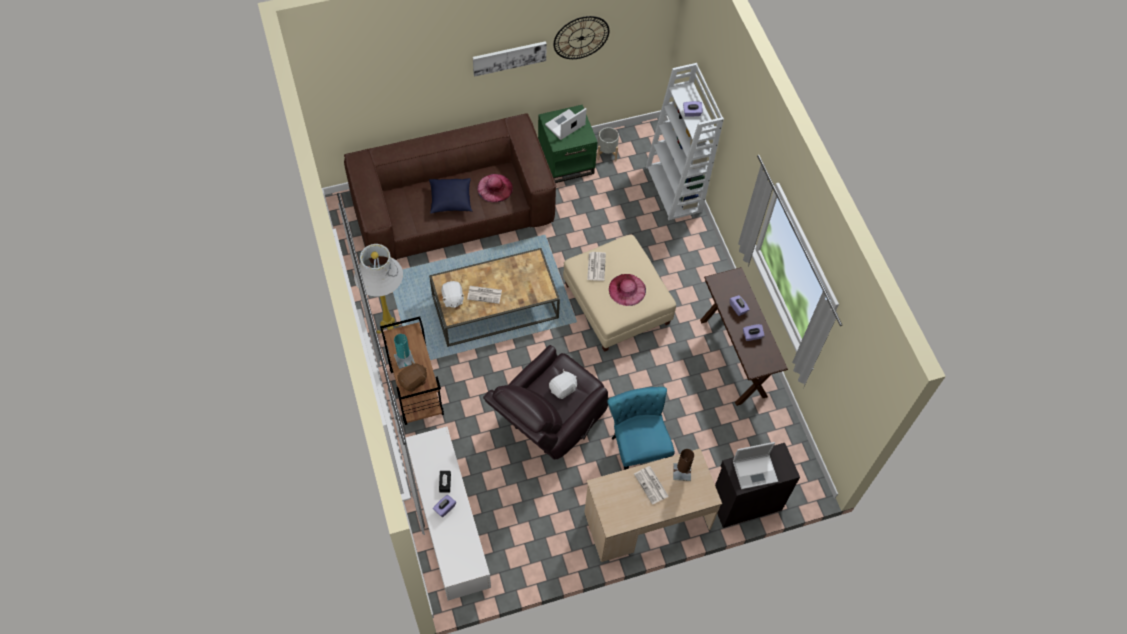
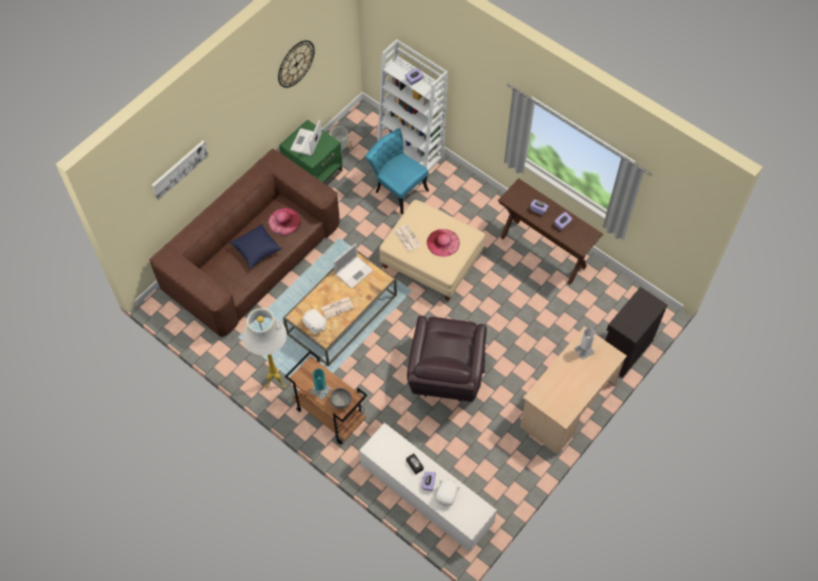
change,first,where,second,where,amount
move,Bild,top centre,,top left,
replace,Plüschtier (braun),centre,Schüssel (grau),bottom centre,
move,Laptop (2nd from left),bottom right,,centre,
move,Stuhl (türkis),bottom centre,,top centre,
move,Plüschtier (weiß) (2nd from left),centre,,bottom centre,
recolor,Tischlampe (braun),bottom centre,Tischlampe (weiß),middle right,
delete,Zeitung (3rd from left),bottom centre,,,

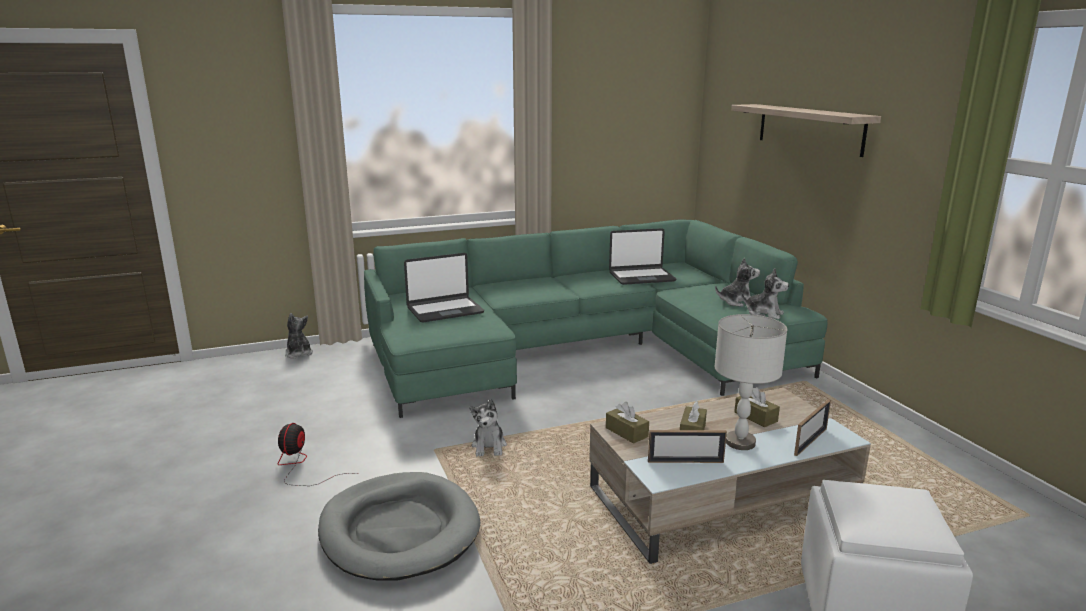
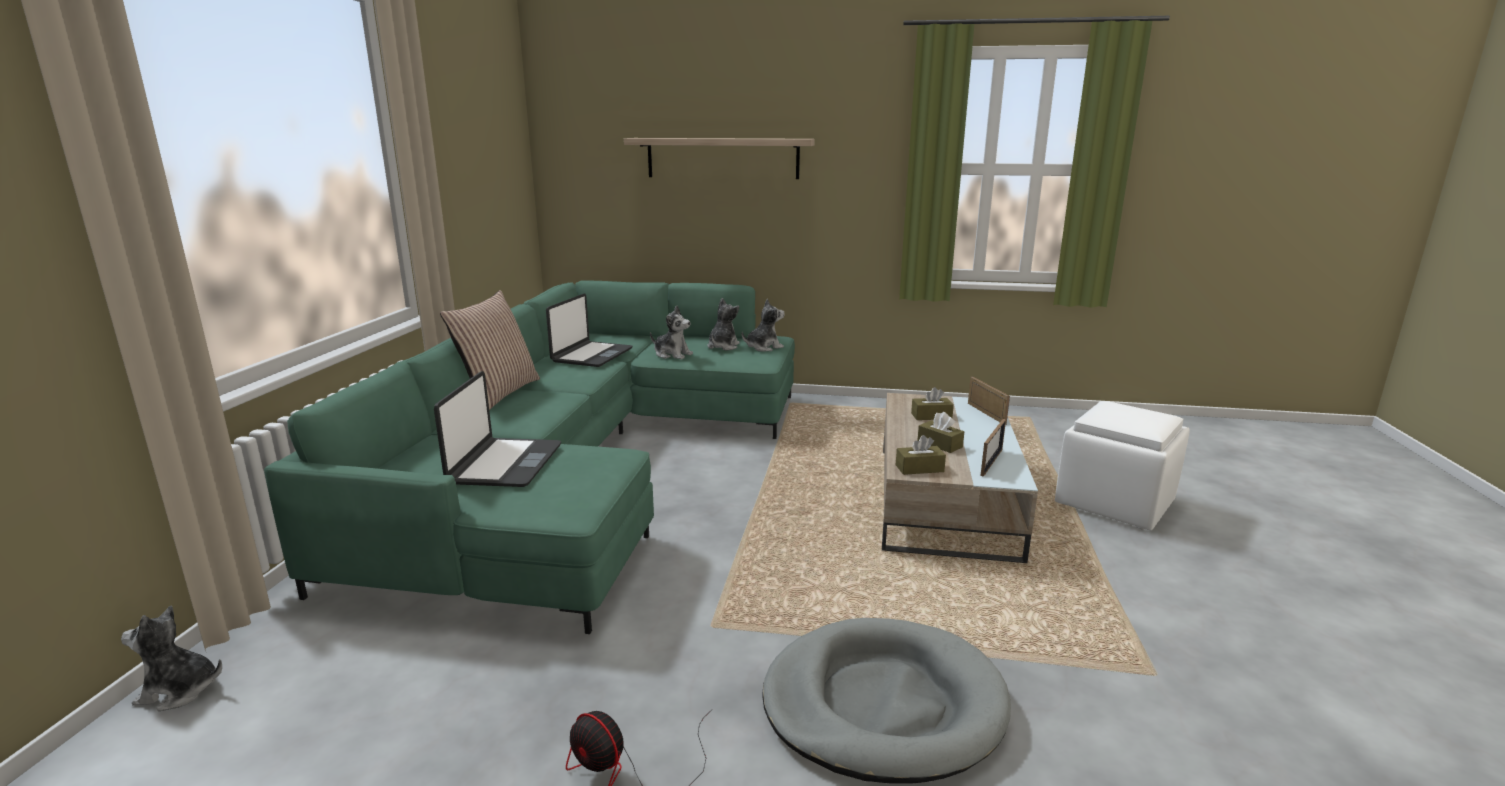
change,first,where,second,where,amount
insert,,,Kissen,middle left,
move,Plüschtier (2nd from left),bottom centre,,centre,
delete,Tischlampe (grau),middle right,,,

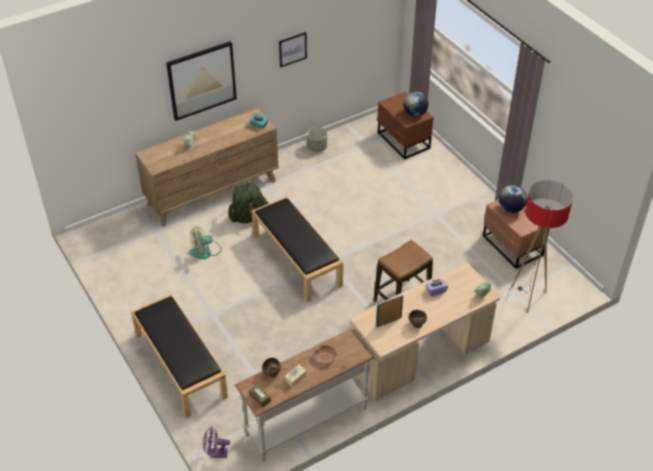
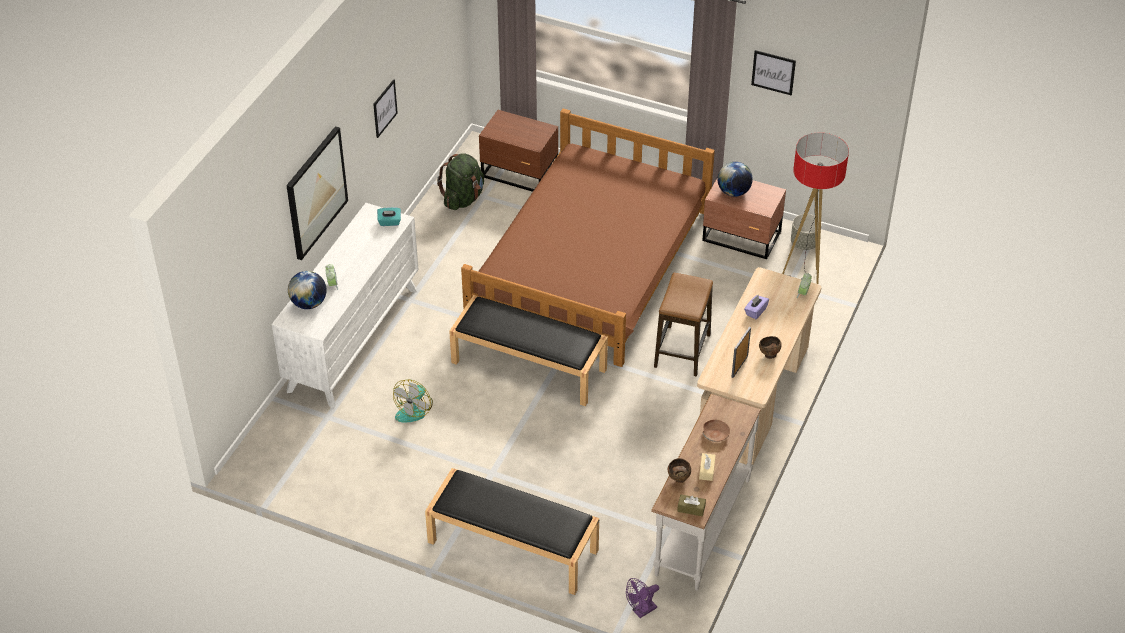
change,first,where,second,where,amount
recolor,Kommode (braun),middle left,Kommode (weiß),middle left,
move,Globus (1st from left),top centre,,middle left,
move,Rucksack (grün),centre,,top centre,
insert,,,Bett (braun),centre,
insert,,,Bild (3rd from left),top right,
move,Pflanzkübel (grau),top centre,,middle right,

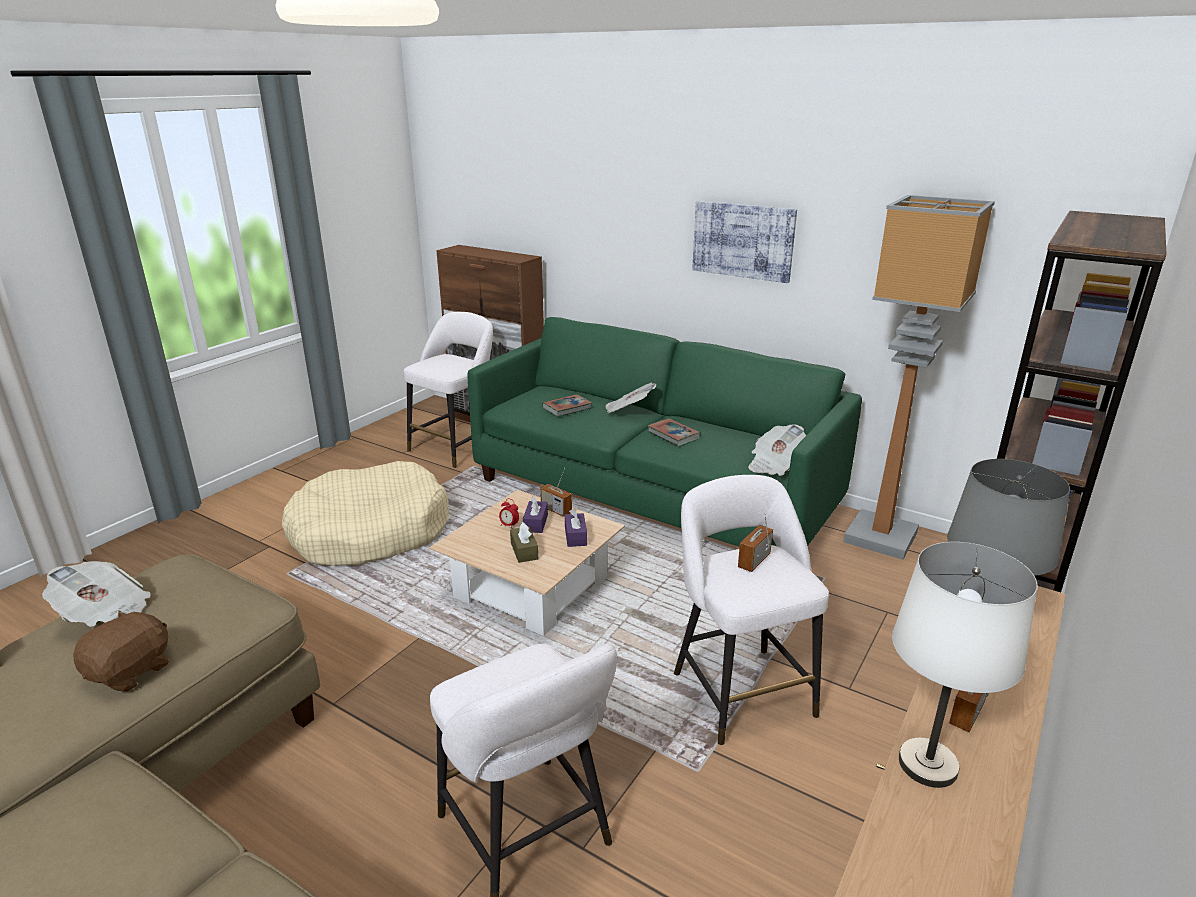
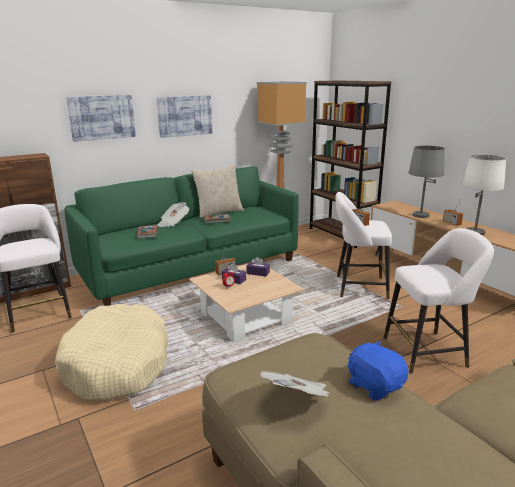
change,first,where,second,where,amount
insert,,,Bild (1st from left),top left,
insert,,,Kissen (beige),centre,
recolor,Plüschtier (braun),bottom left,Plüschtier (blau),bottom right,
delete,Taschentuchbox (braun),centre,,,
delete,Zeitung (3rd from left),centre,,,

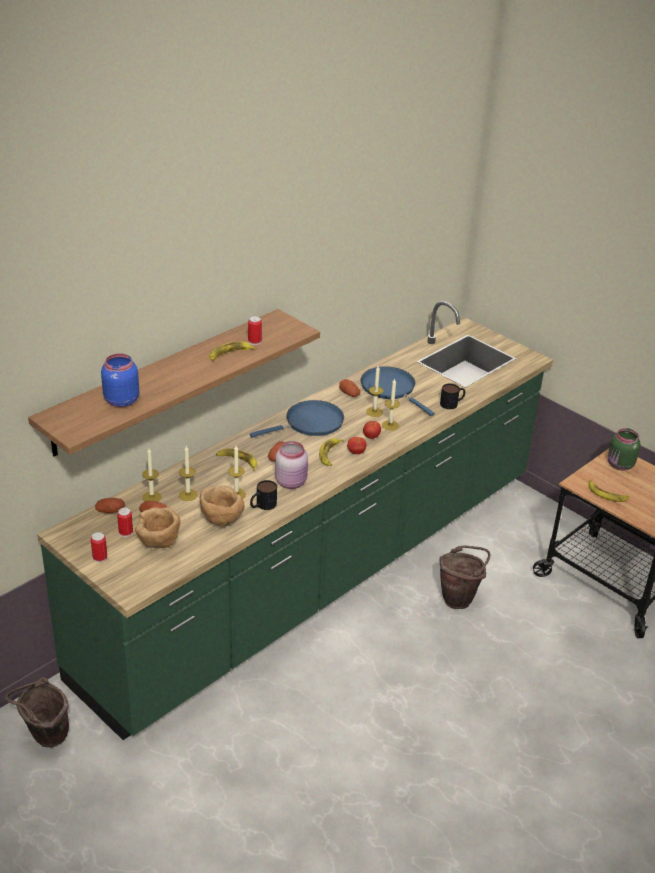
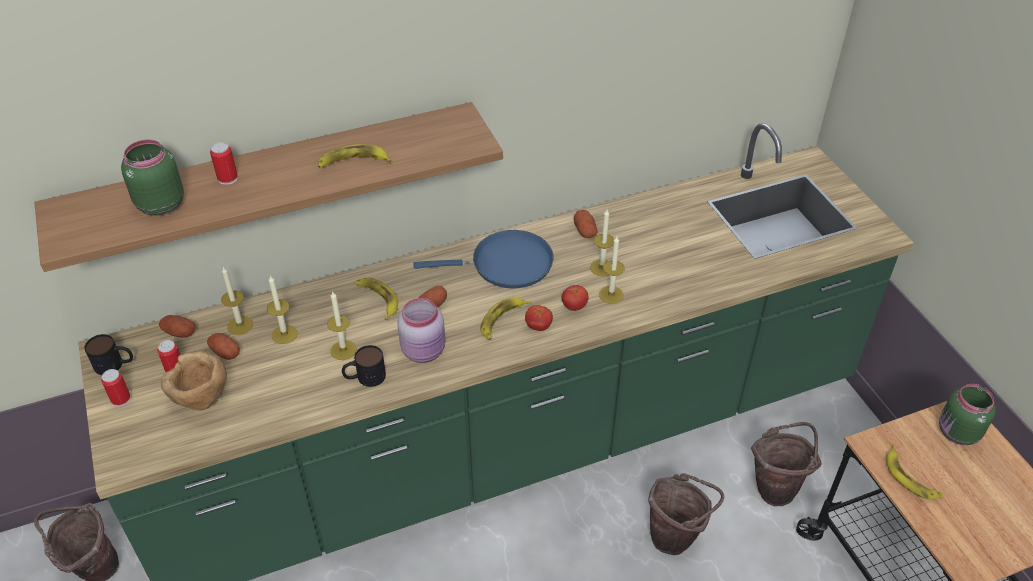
change,first,where,second,where,amount
move,Henkelbecher (2nd from left in the first image),middle right,Henkelbecher (1st from left),middle left,
recolor,Vorratsglas (blau),middle left,Vorratsglas (grün) (1st from left),top left,
move,Dose (3rd from left),centre,,top left,
insert,,,Eimer (braun) (3rd from left),bottom right,
delete,Schüssel (braun) (2nd from left),centre,,,
delete,Pfanne (blau) (2nd from left),centre,,,

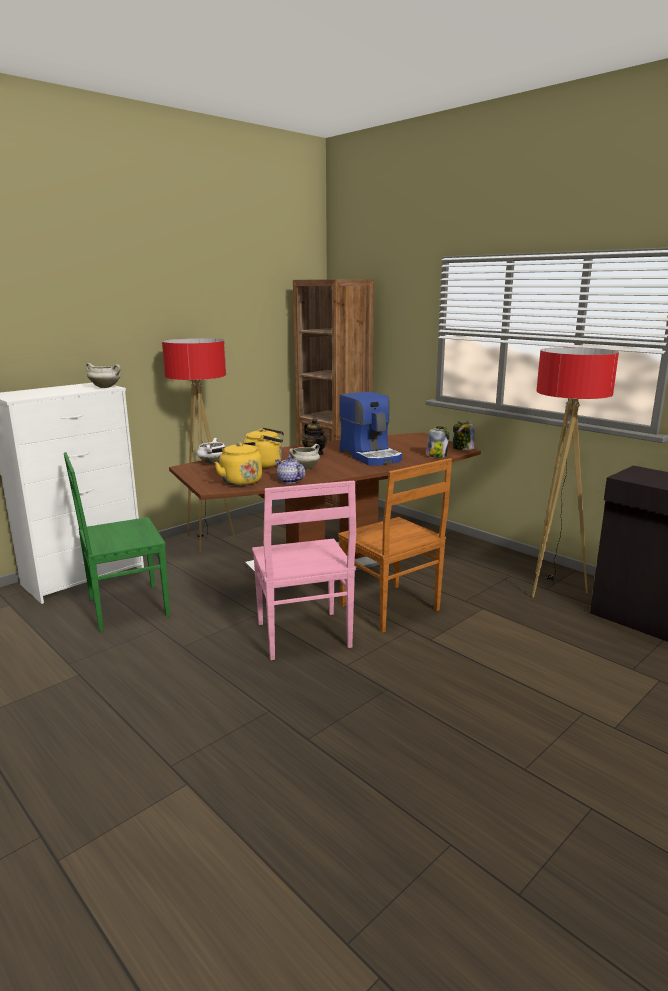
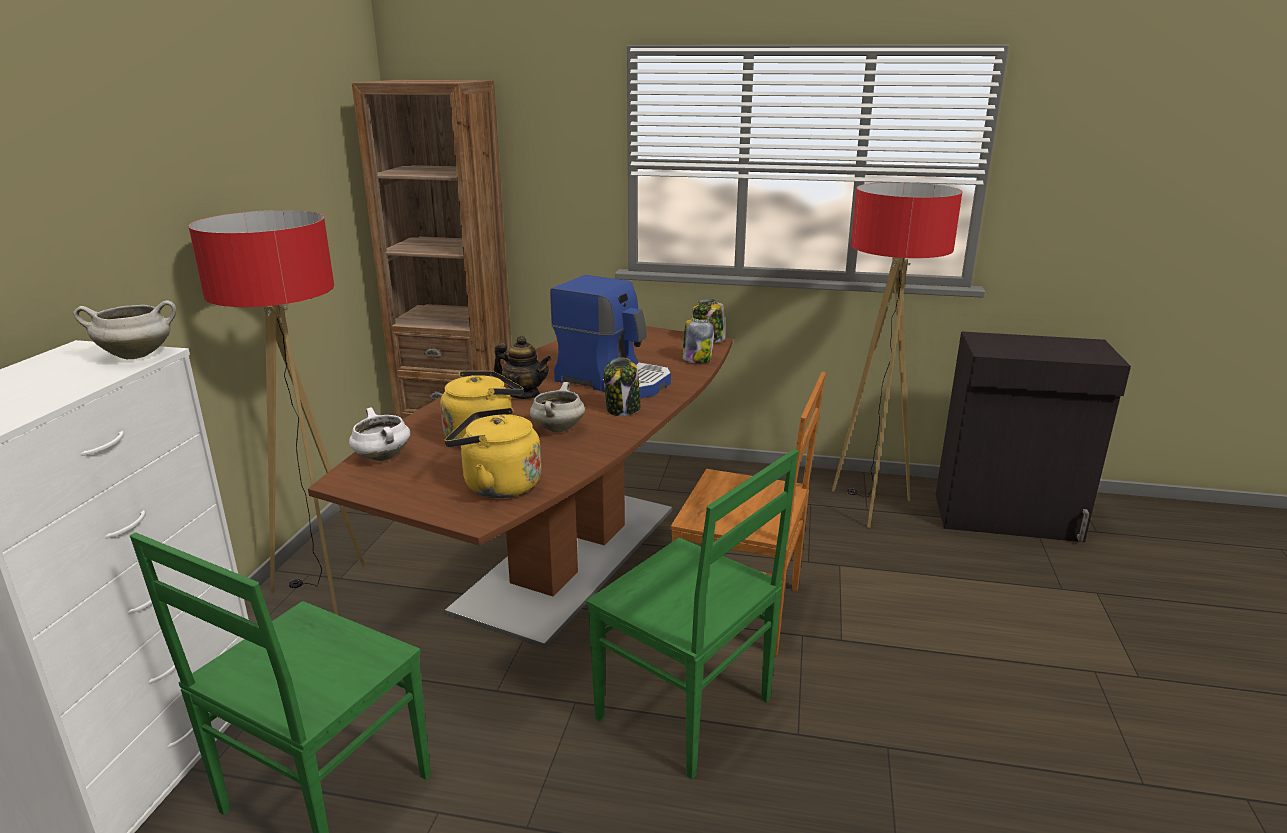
change,first,where,second,where,amount
recolor,Stuhl (rosa),centre,Stuhl (grün) (2nd from left),bottom centre,
insert,,,Vorratsglas (1st from left),centre,
delete,Teekanne (1st from left),centre,,,

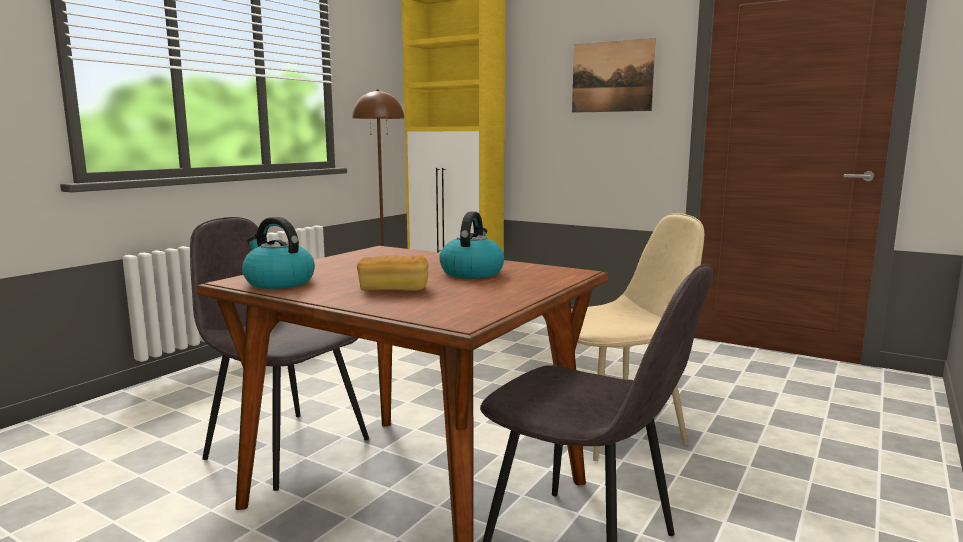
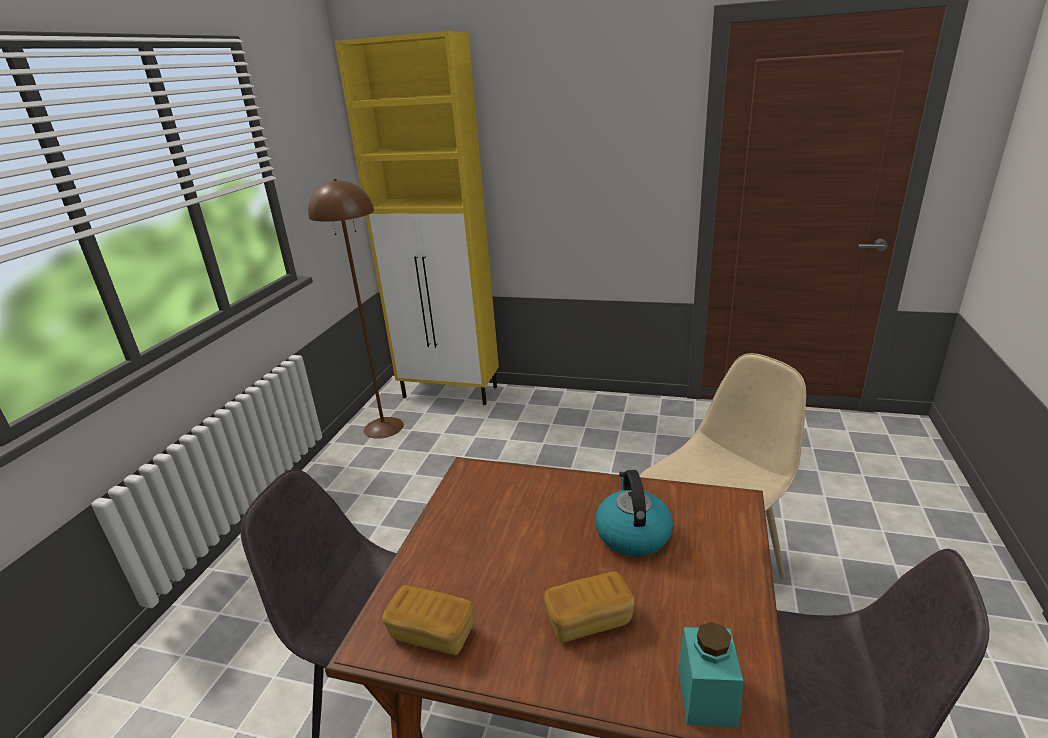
change,first,where,second,where,amount
replace,Wasserkessel (1st from left),middle left,Brot (1st from left),bottom centre,
insert,,,Vorratsglas (türkis),bottom right,
delete,Bild,top centre,,,

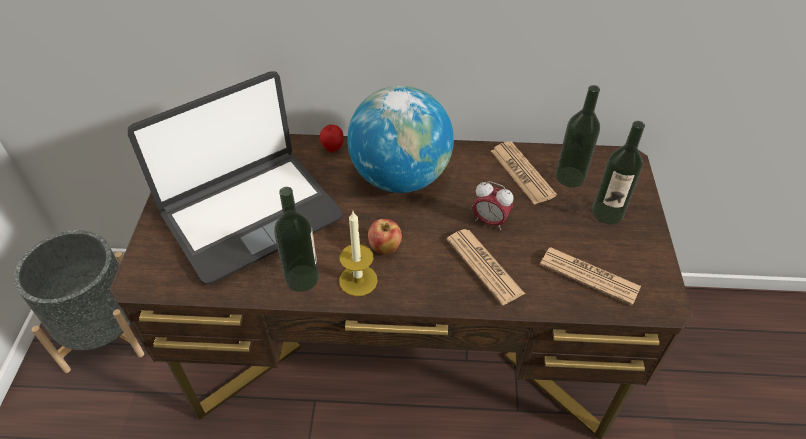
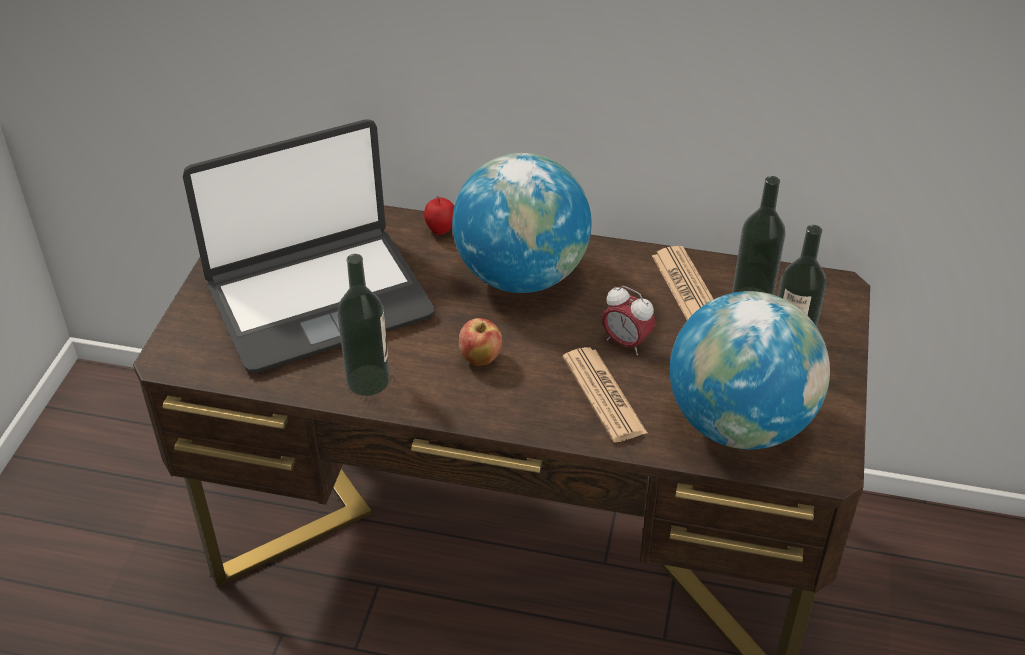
change,first,where,second,where,amount
replace,Zeitung (3rd from left),middle right,Globus (2nd from left),middle right,
delete,Pflanzkübel (grau),bottom left,,,
delete,Kerze,centre,,,

